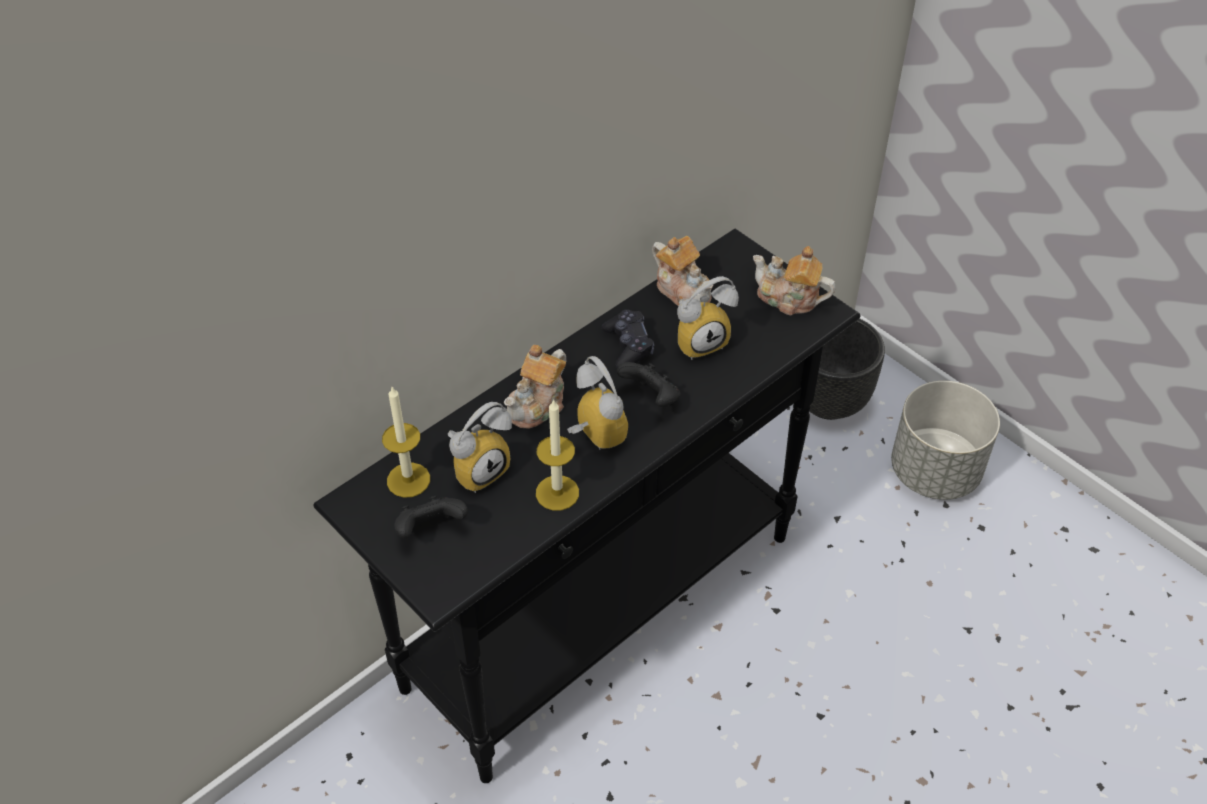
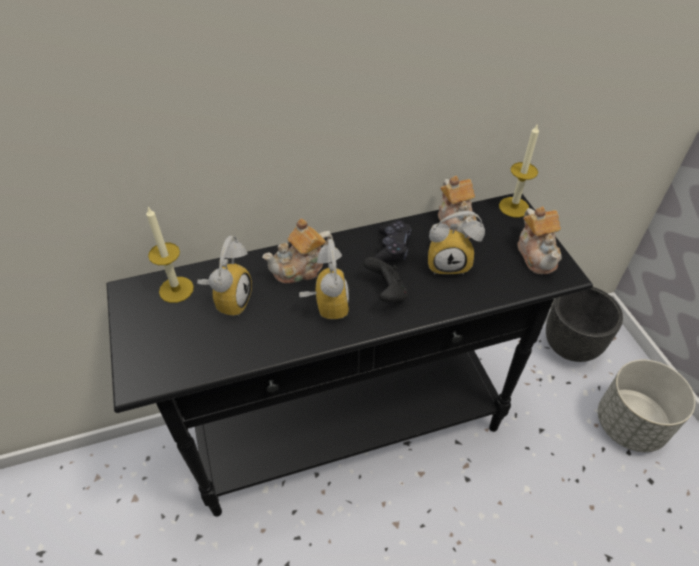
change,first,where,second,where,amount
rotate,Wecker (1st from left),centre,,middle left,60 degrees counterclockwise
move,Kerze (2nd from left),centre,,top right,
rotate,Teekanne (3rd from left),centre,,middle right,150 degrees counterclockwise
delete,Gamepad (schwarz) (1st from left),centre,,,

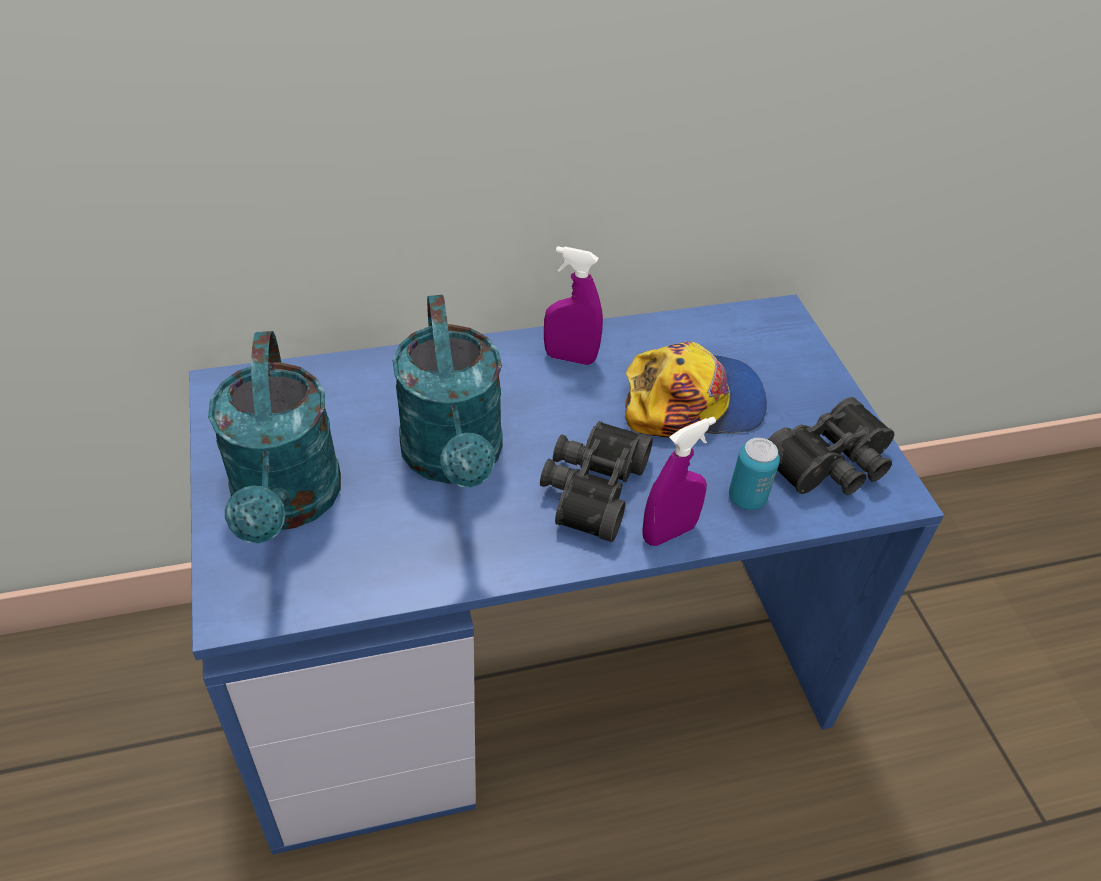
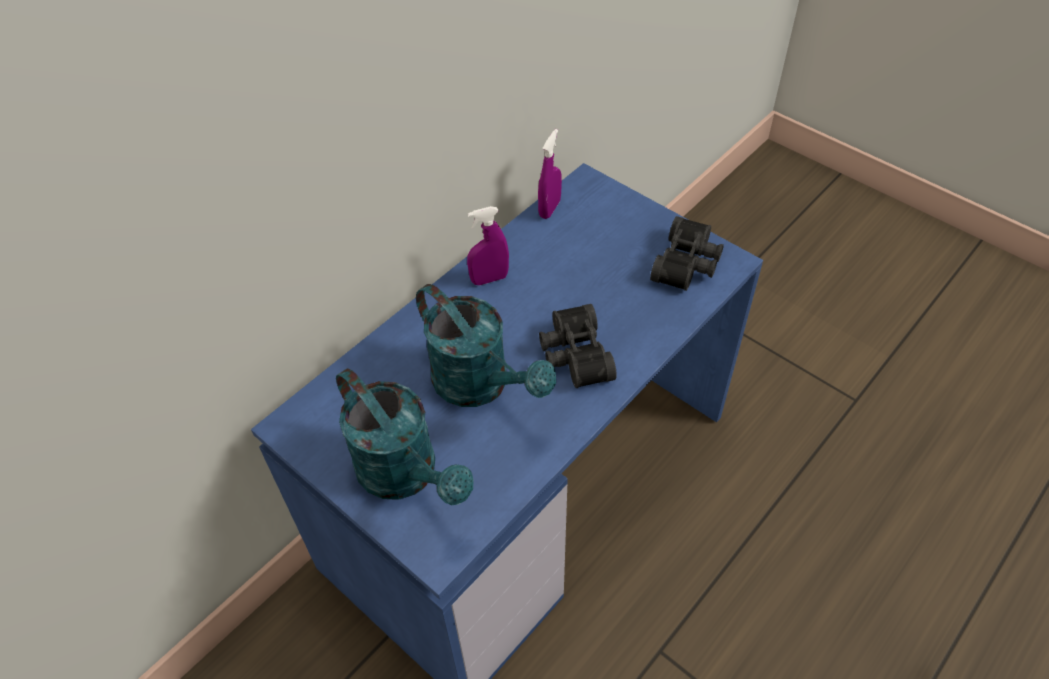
change,first,where,second,where,amount
move,Sprühflasche (lila) (2nd from left),centre,,top centre,
delete,Kappe,centre,,,
delete,Dose,middle right,,,

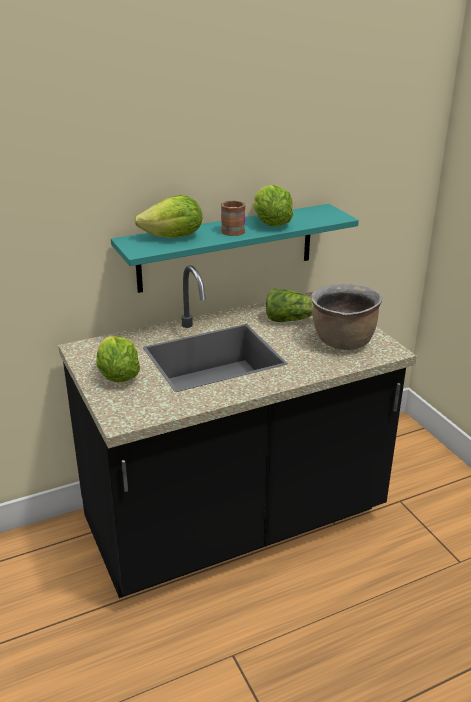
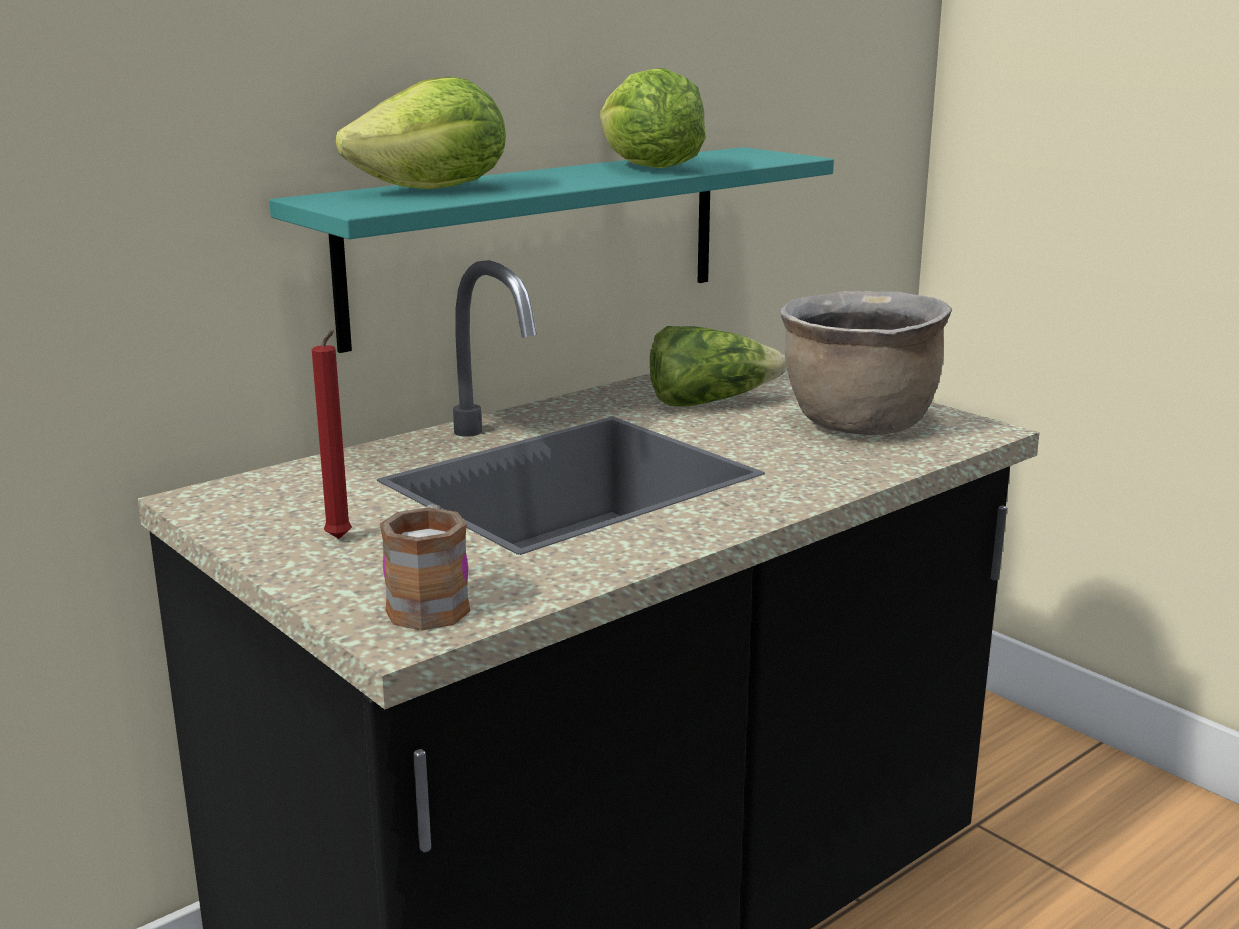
change,first,where,second,where,amount
replace,Salatkopf (1st from left),middle left,Kerze (rot),middle left,
move,Henkelbecher,top centre,,centre,

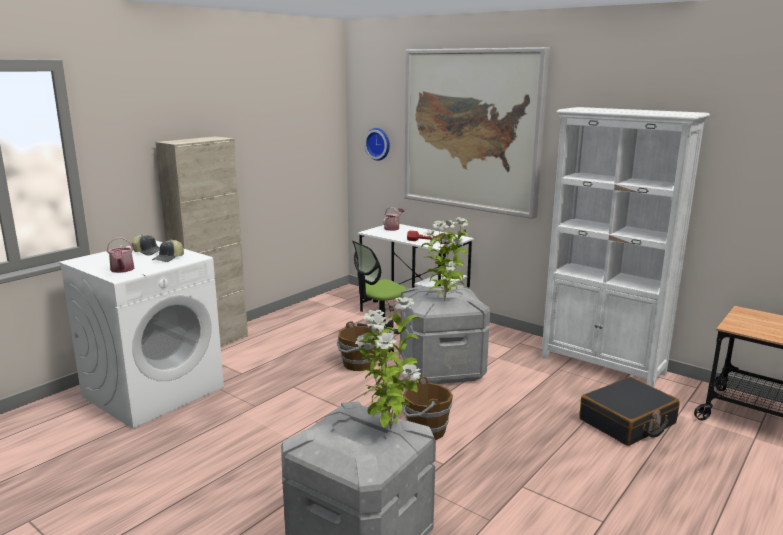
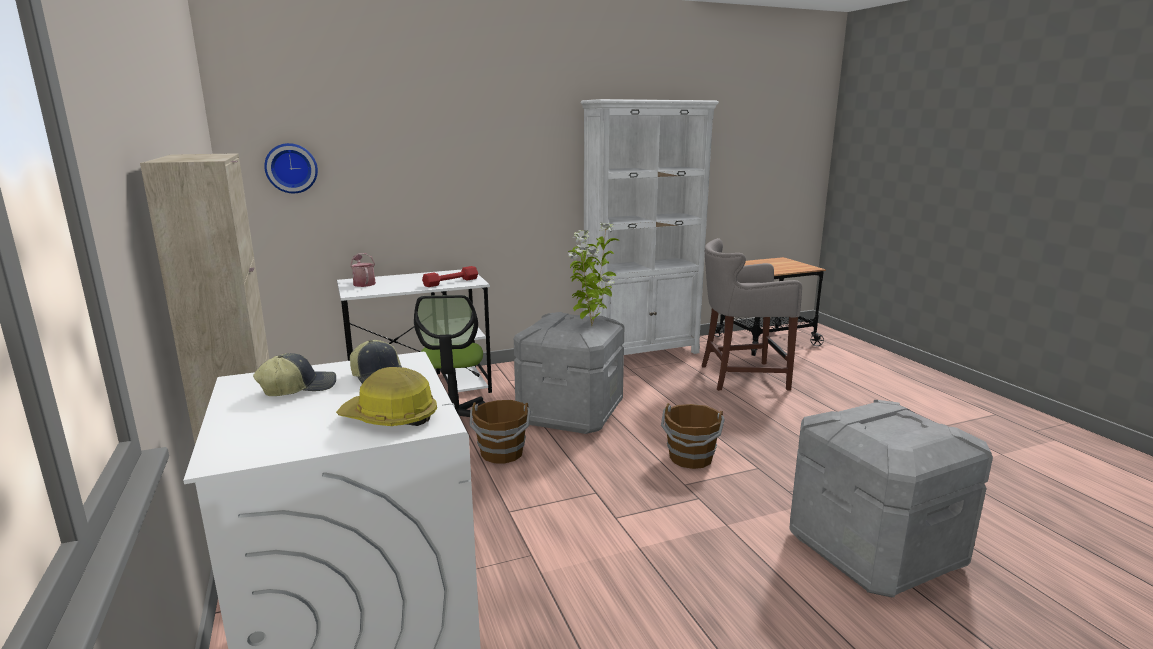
change,first,where,second,where,amount
replace,Gießkanne (1st from left),middle left,Schutzhelm,centre,
replace,Koffer (schwarz),bottom right,Hocker (grau),centre,
delete,Topfpflanze (1st from left),bottom centre,,,
delete,Bild,top centre,,,

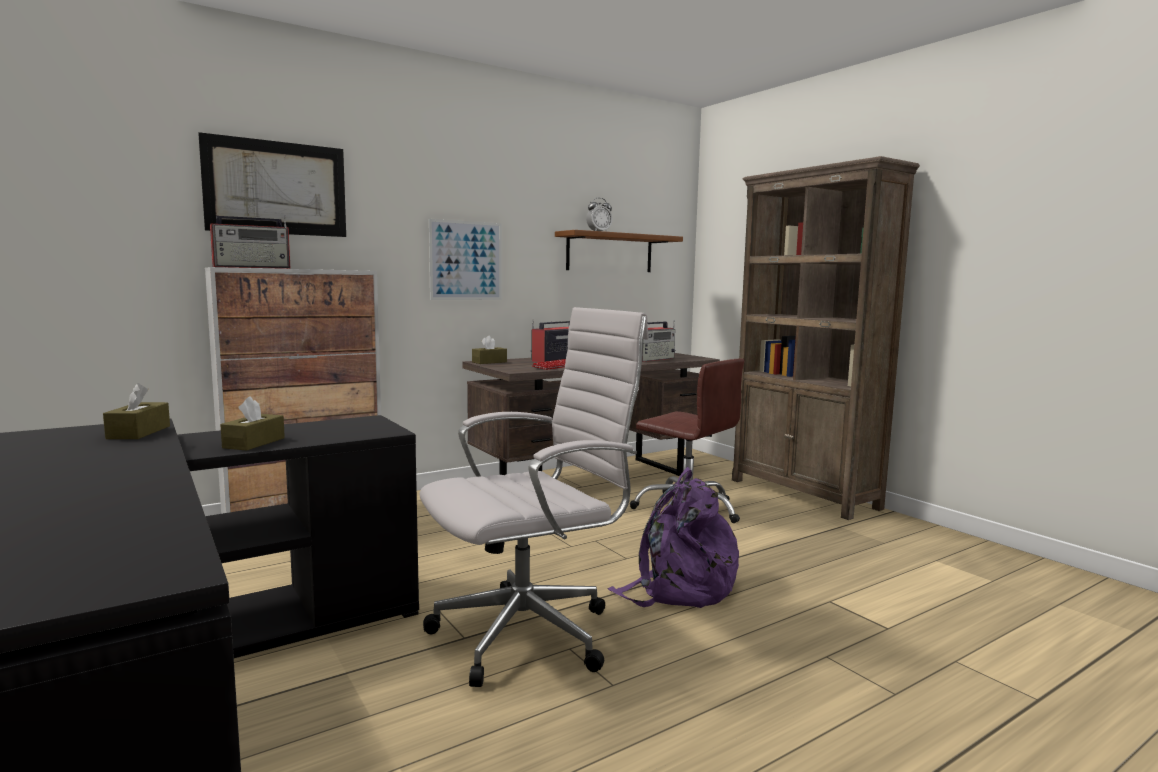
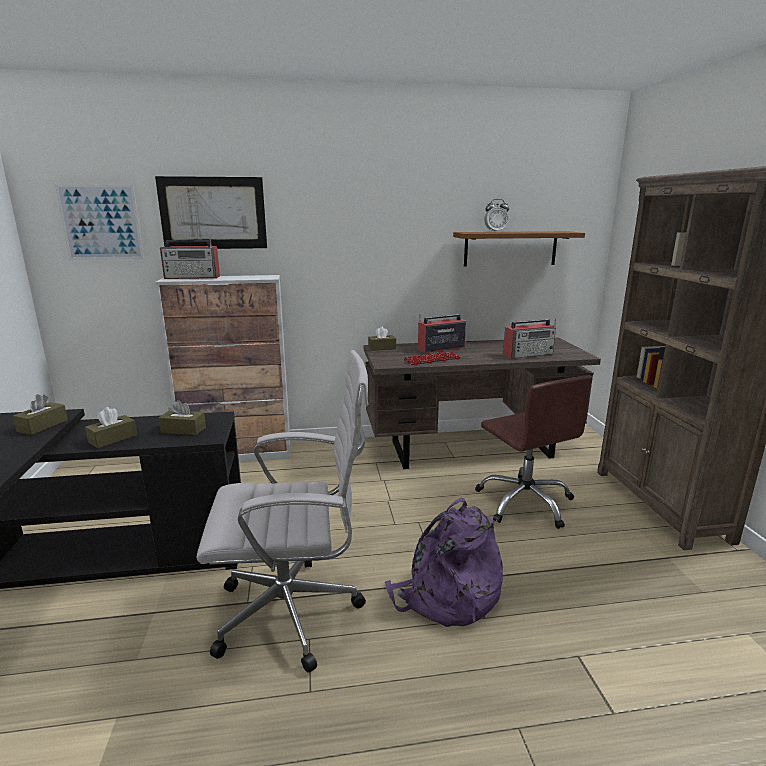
change,first,where,second,where,amount
move,Bild (2nd from left in the first image),centre,Bild (1st from left),top left,
insert,,,Taschentuchbox (braun) (3rd from left),middle left,

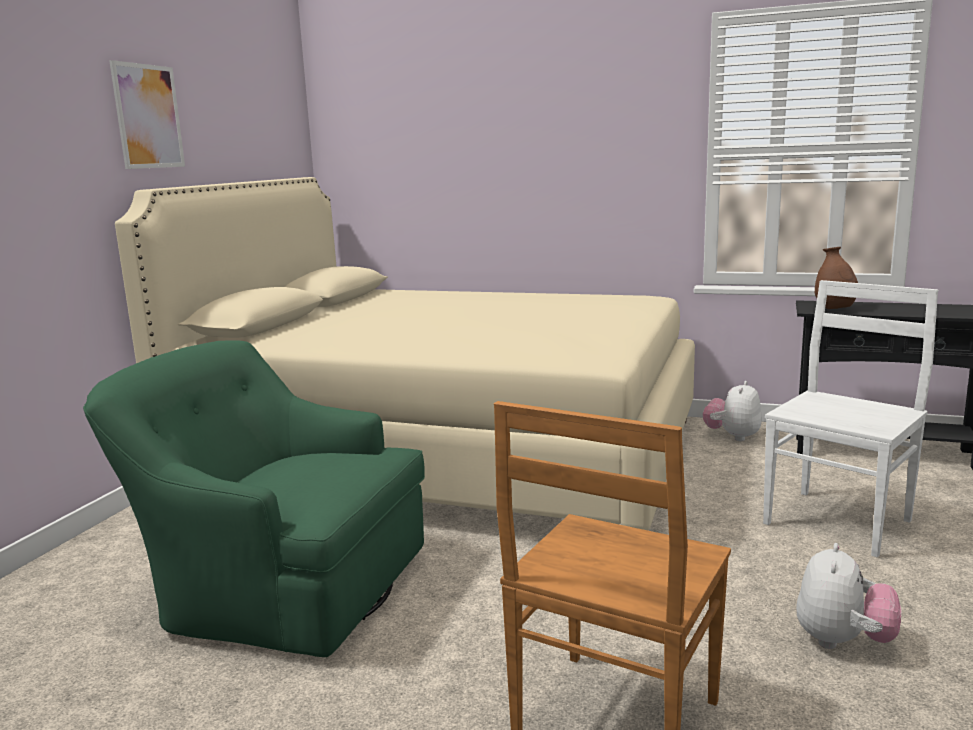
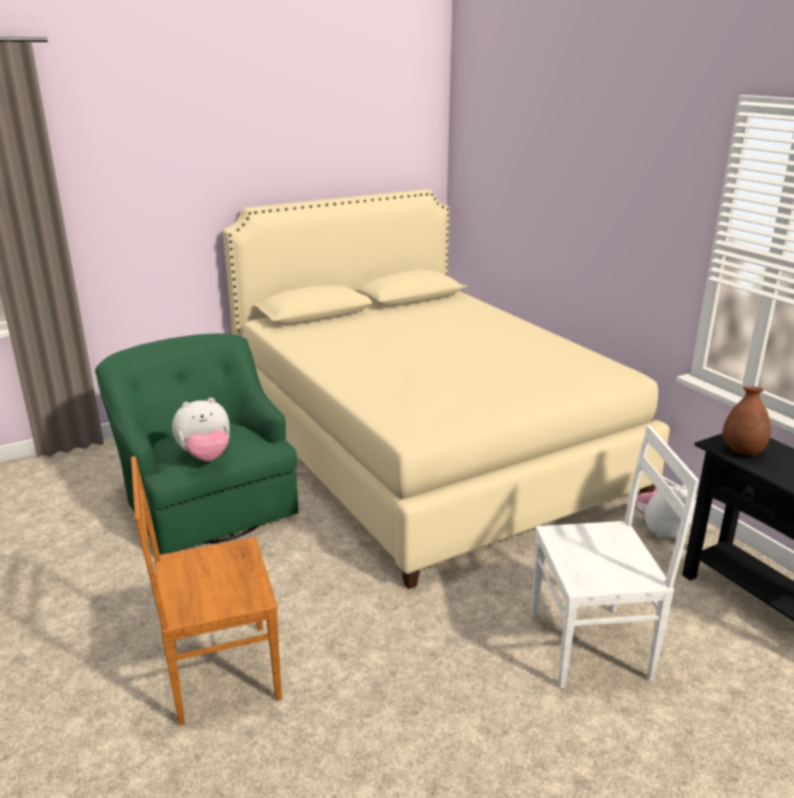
change,first,where,second,where,amount
move,Plüschtier (2nd from left in the first image),bottom right,Plüschtier (1st from left),middle left,
delete,Bild,top left,,,

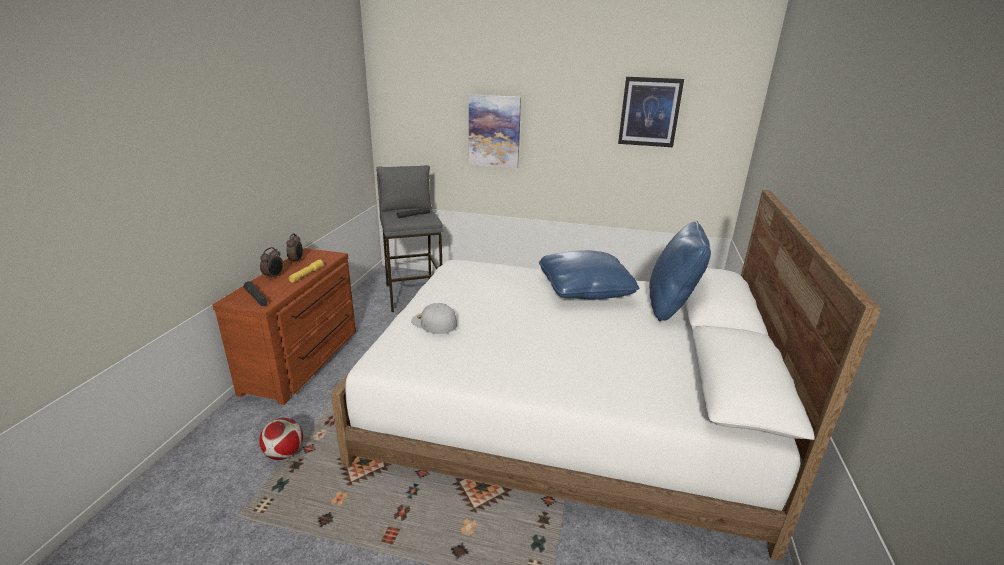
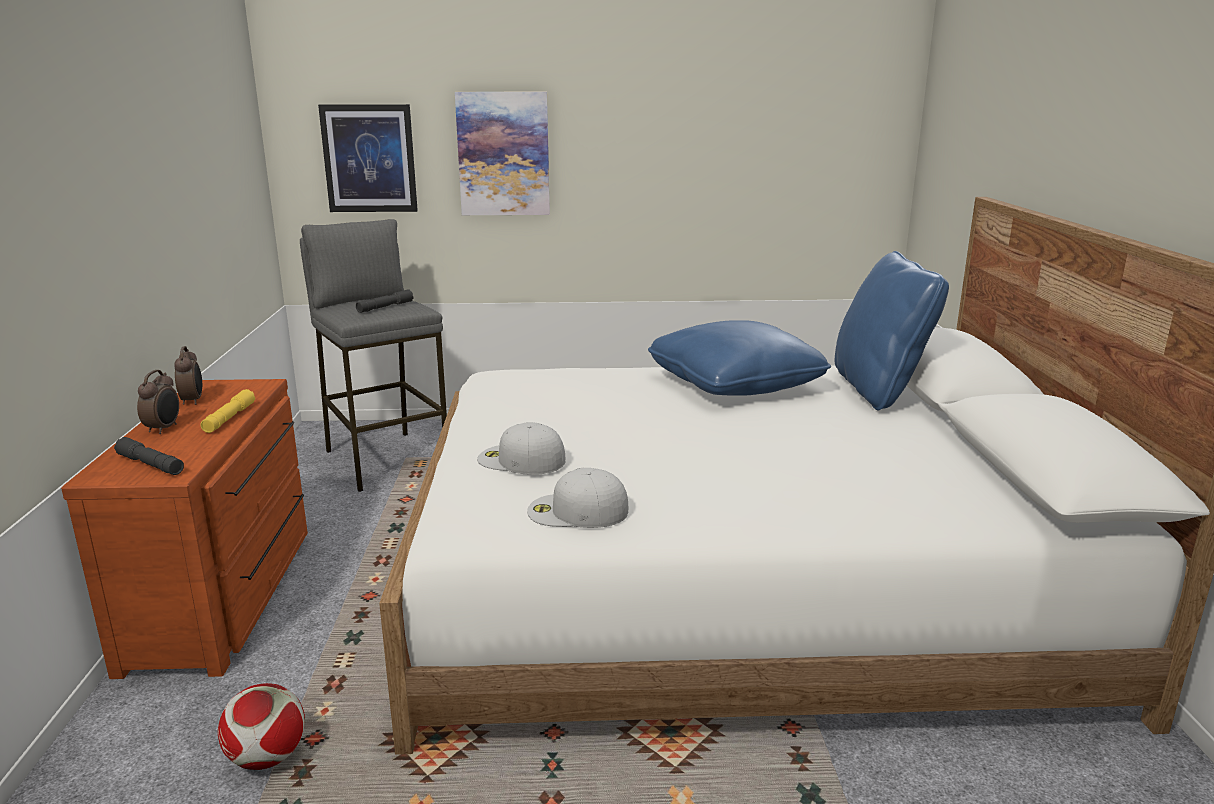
change,first,where,second,where,amount
move,Bild (2nd from left in the first image),top centre,Bild (1st from left),top left,
insert,,,Kappe (weiß) (2nd from left),centre,

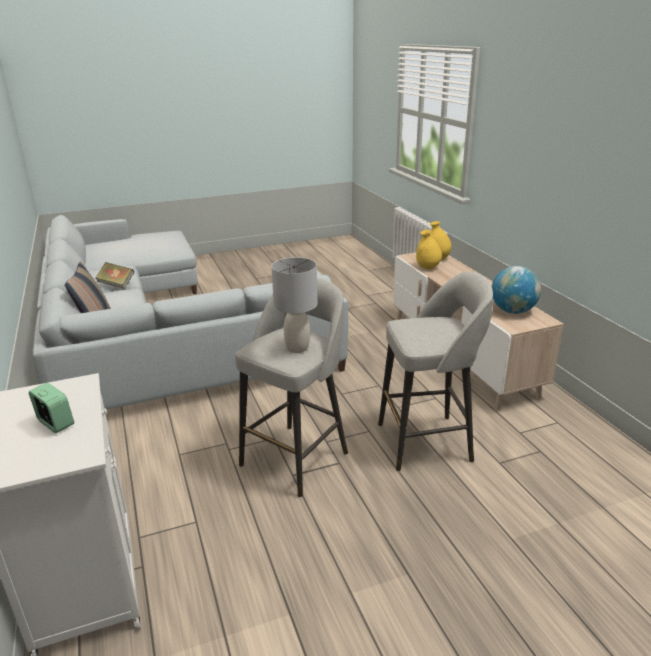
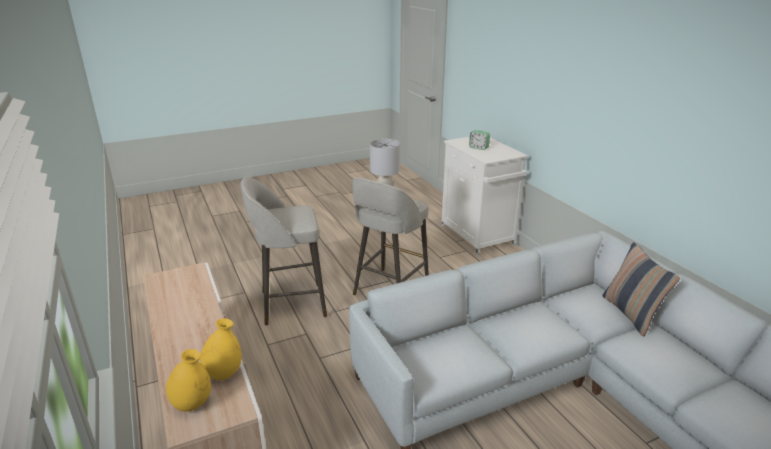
change,first,where,second,where,amount
delete,Buch,middle left,,,
delete,Globus,middle right,,,

